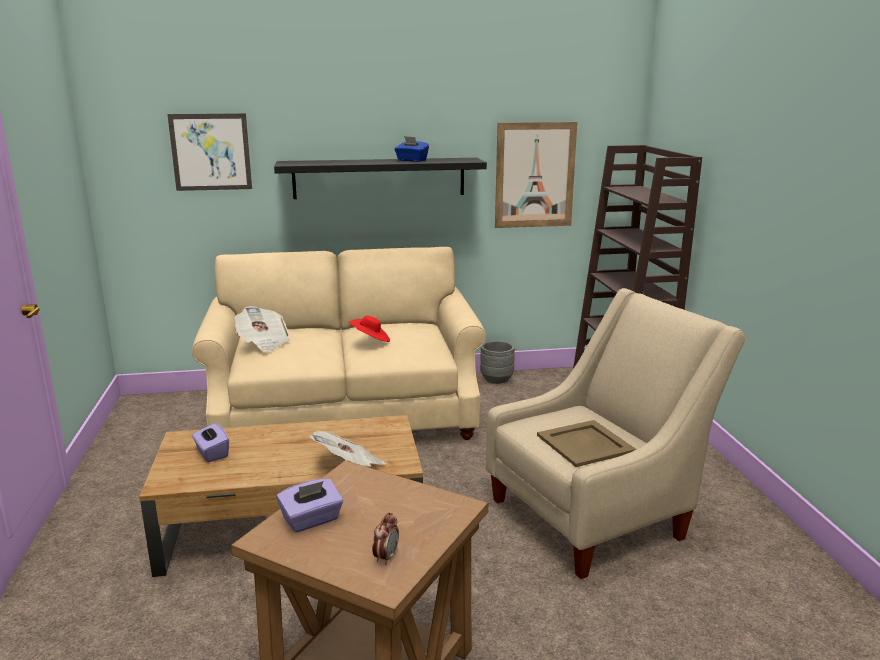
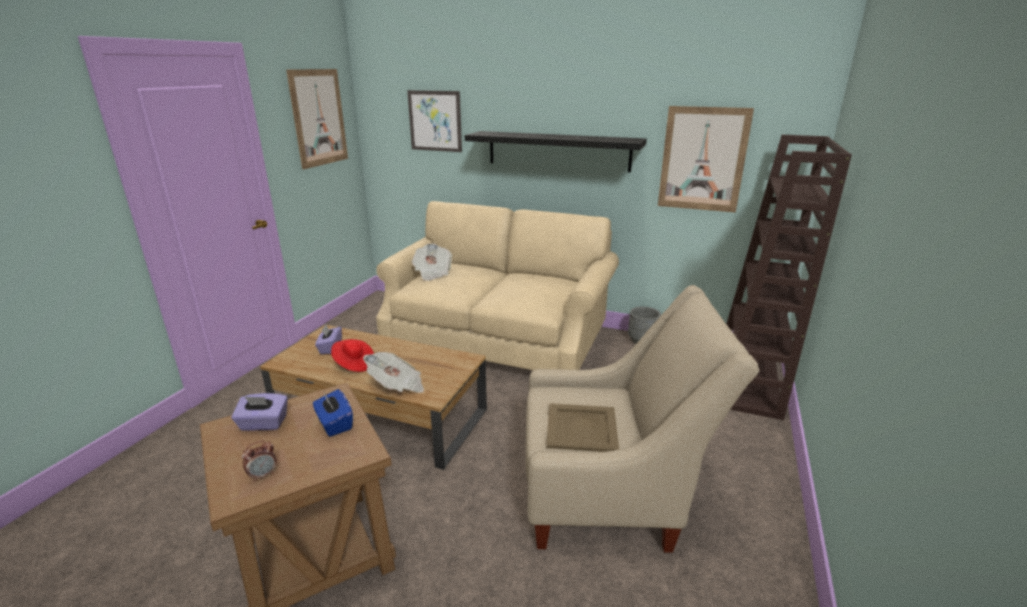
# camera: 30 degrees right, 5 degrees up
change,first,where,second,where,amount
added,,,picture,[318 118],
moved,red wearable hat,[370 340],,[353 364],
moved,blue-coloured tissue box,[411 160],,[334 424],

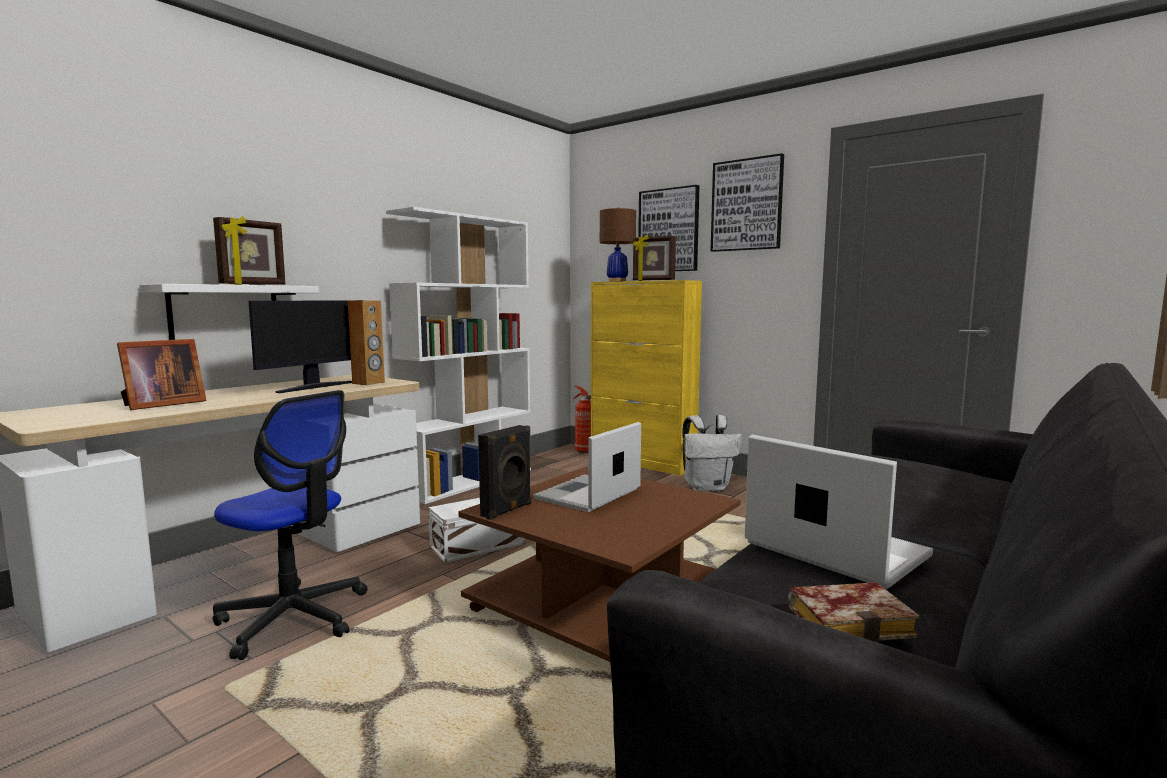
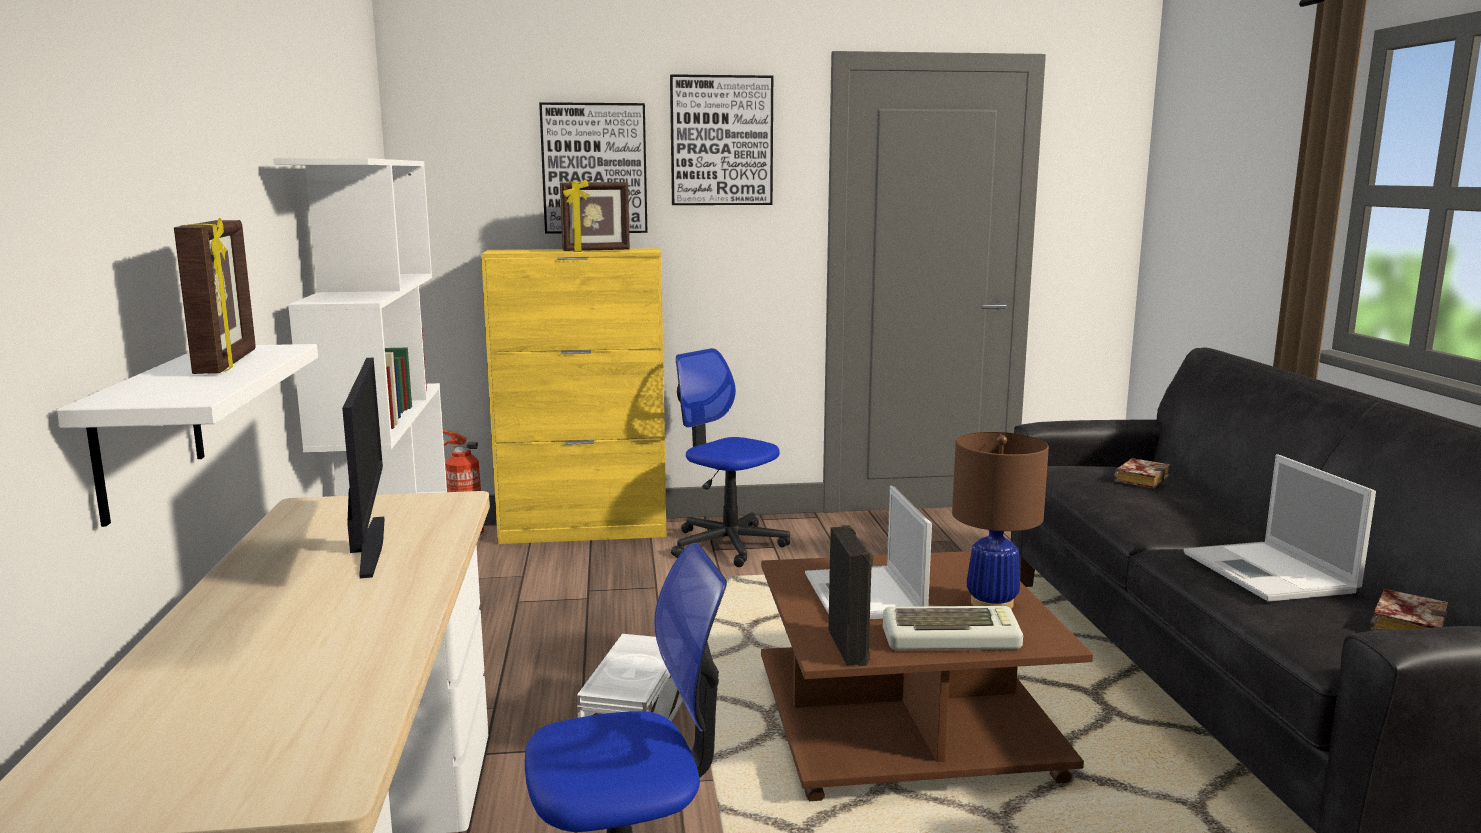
# camera: 45 degrees left, 5 degrees up
change,first,where,second,where,amount
removed,photo frame,[161 404],,,
removed,brown audio speaker,[368 383],,,
added,,,computer keyboard,[951 638],
added,,,volume,[1140 478],
moved,brown tabletop lamp,[617 281],,[992 603],
replaced,white-coloured rucksack,[707 487],desk chair,[727 544],
turned,notebook computer,[832 549],,[1271 573],105 degrees counterclockwise

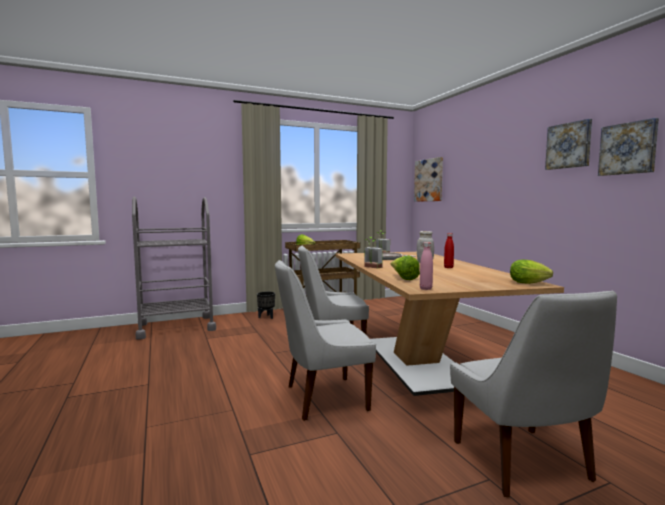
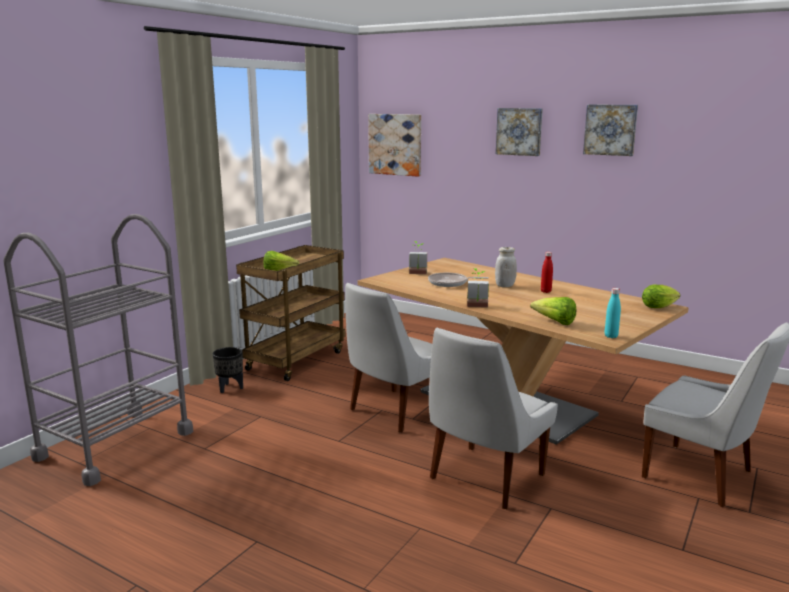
# camera: 35 degrees left, 10 degrees up
change,first,where,second,where,amount
moved,picture,[628 148],,[519 131],
recoloured,pink-coloured drink bottle,[425 289],turquoise-coloured drink bottle,[611 336],

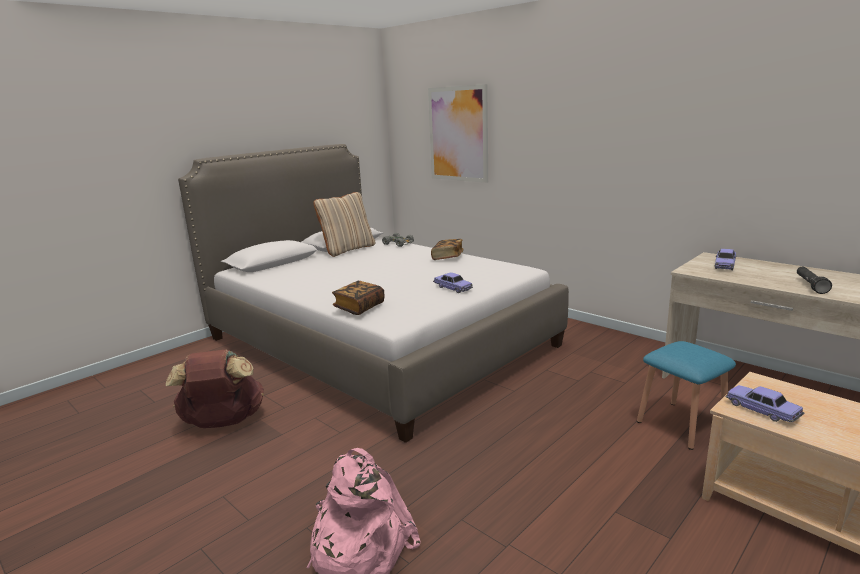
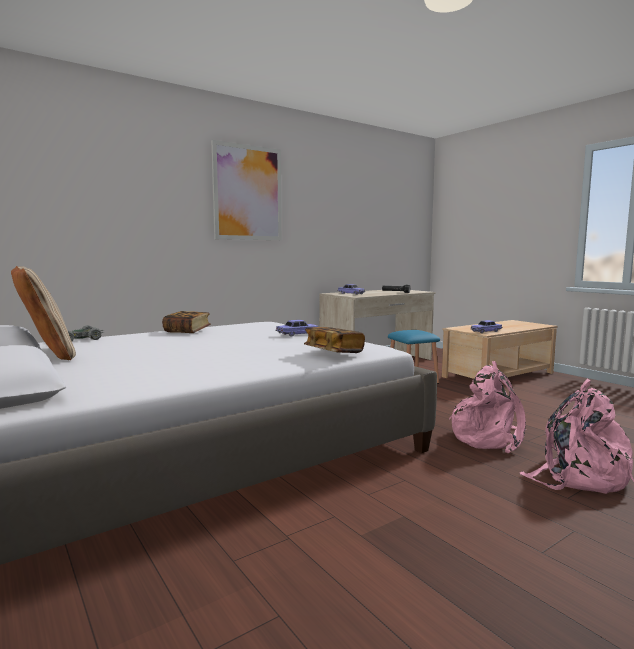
# camera: 80 degrees left, 10 degrees down
change,first,where,second,where,amount
removed,brown rucksack,[223 423],,,
added,,,pink-coloured rucksack,[488 437],
moved,picture,[458 134],,[247 193],

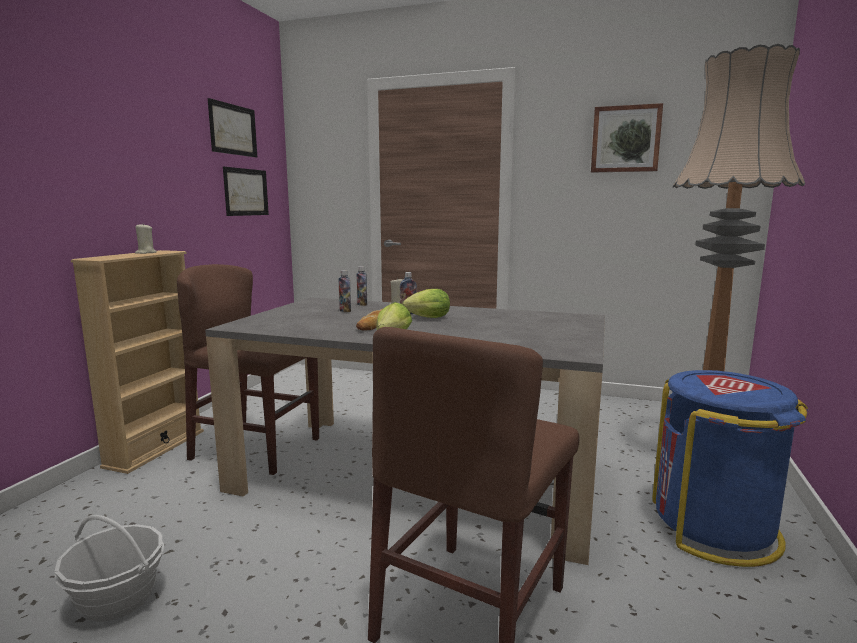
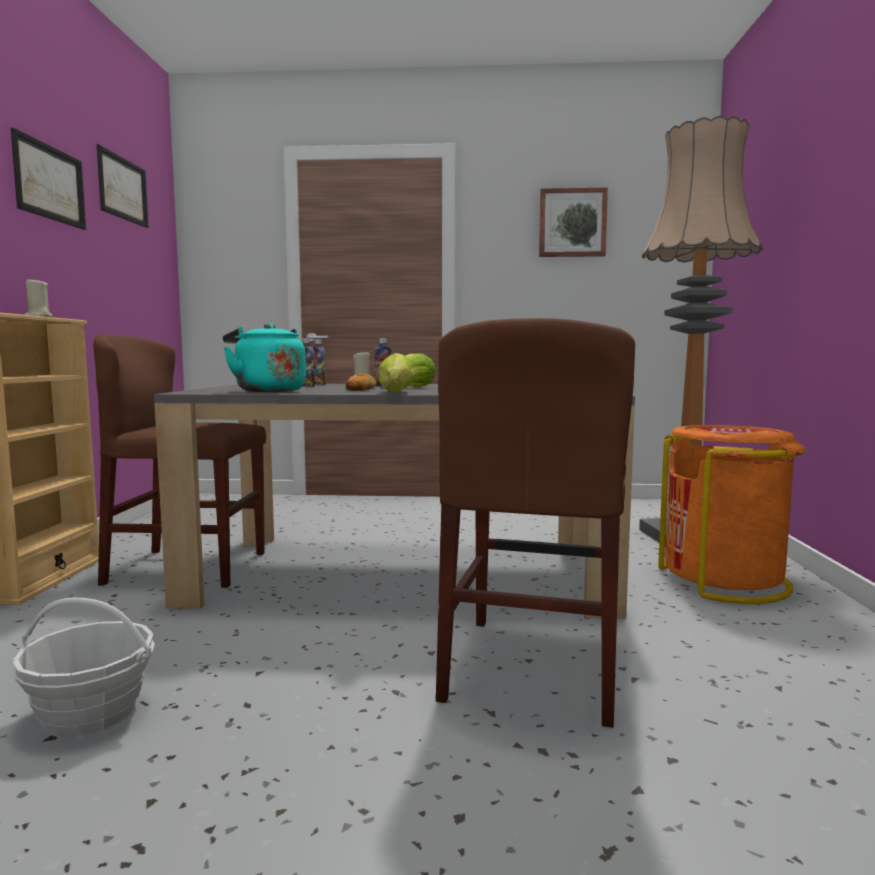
# camera: 15 degrees left, 5 degrees down
change,first,where,second,where,amount
added,,,turquoise-coloured kettle,[267 391],
moved,picture,[246 192],,[50 183],
recoloured,blue-coloured trash can,[714 528],orange-coloured trash can,[724 581],

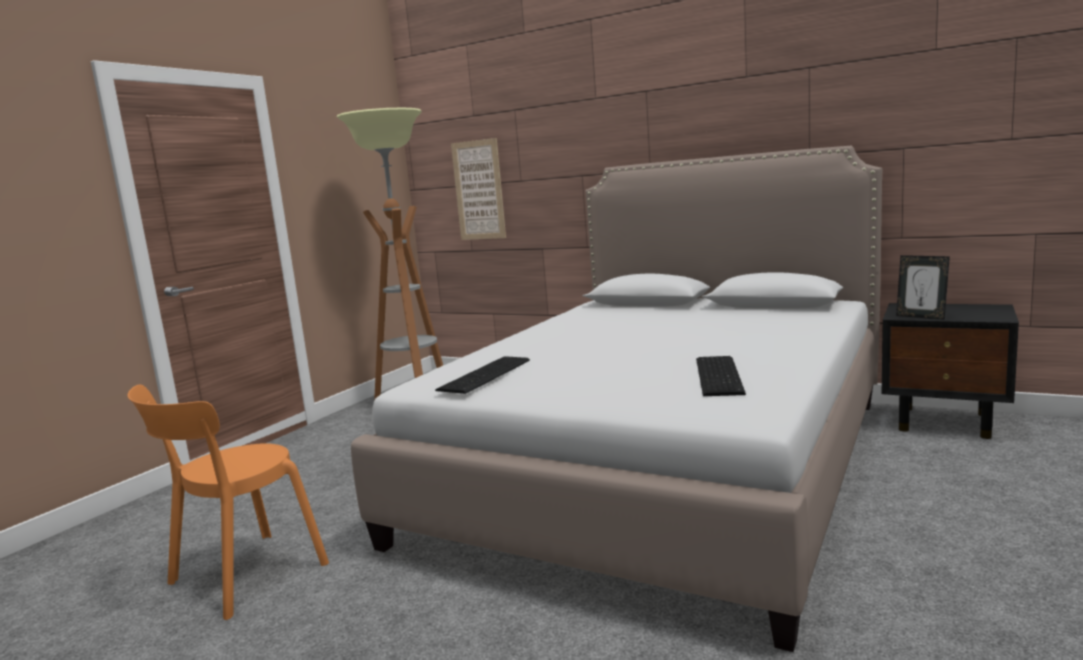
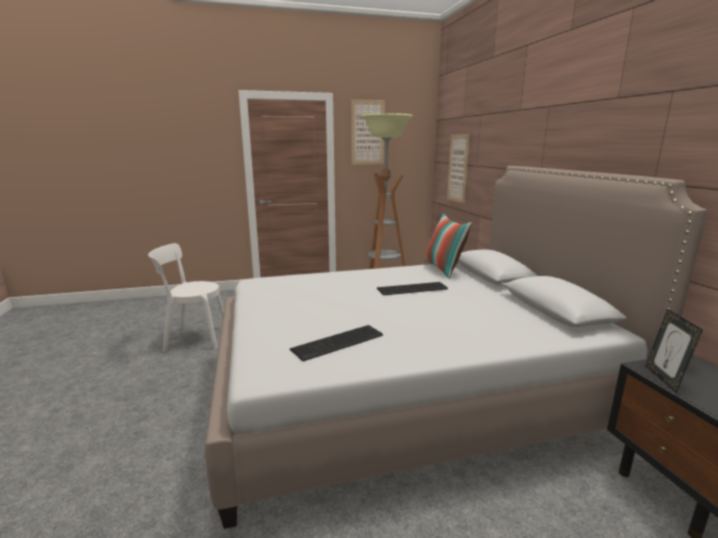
# camera: 45 degrees right, 5 degrees up
change,first,where,second,where,amount
added,,,picture,[367 132],
added,,,cushion,[444 269],
moved,computer keyboard,[487 374],,[413 289],
recoloured,orange-coloured chair,[241 576],white-coloured chair,[193 338],

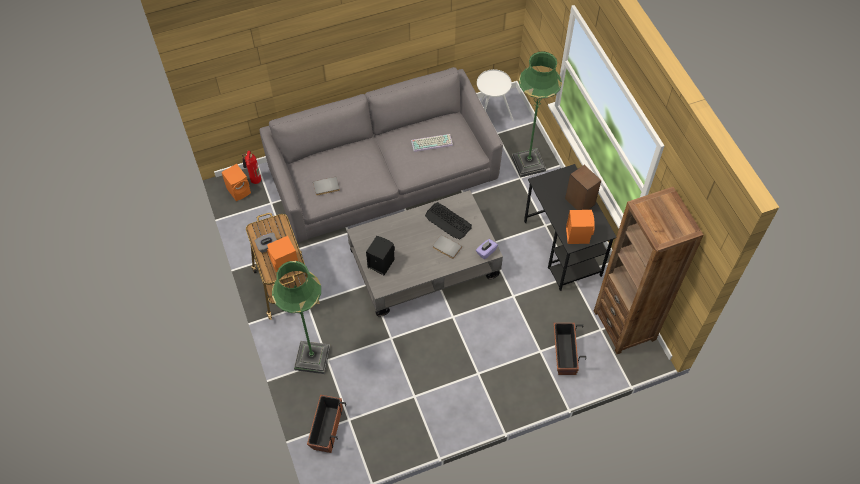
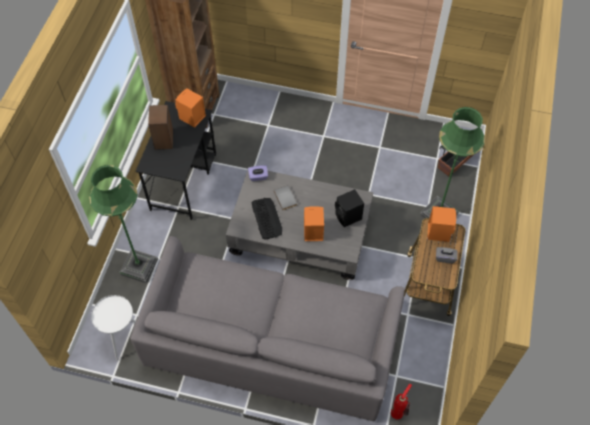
# camera: 145 degrees left, 0 degrees up
change,first,where,second,where,amount
removed,gray volume,[326 187],,,
removed,computer keyboard,[432 142],,,
removed,flower pot,[564 354],,,
moved,orange-coloured audio speaker,[239 190],,[312 232],

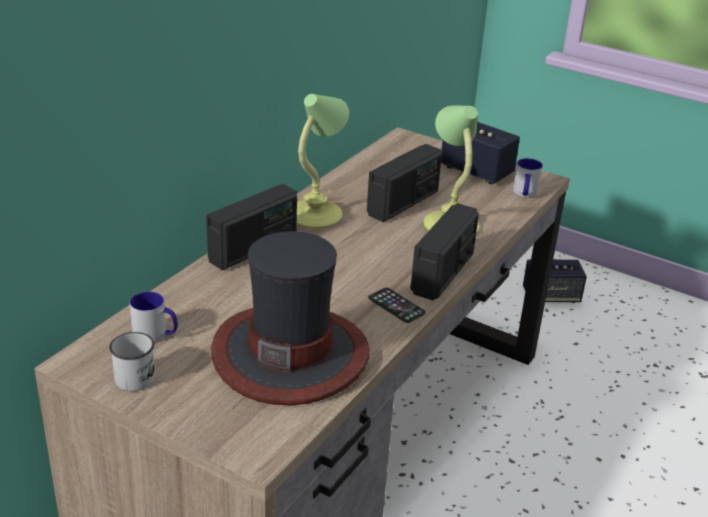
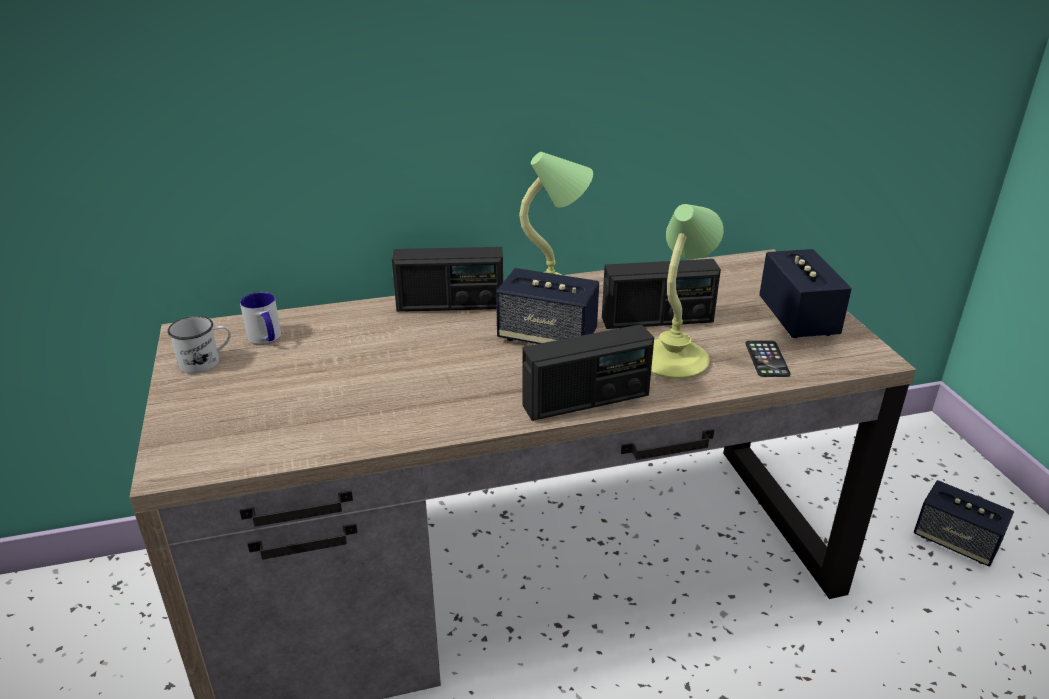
# camera: 45 degrees right, 0 degrees up
change,first,where,second,where,amount
removed,wearable hat,[290 354],,,
removed,tea mug,[525 194],,,
added,,,audio speaker,[547 337],
moved,telephone,[396 306],,[767 359],

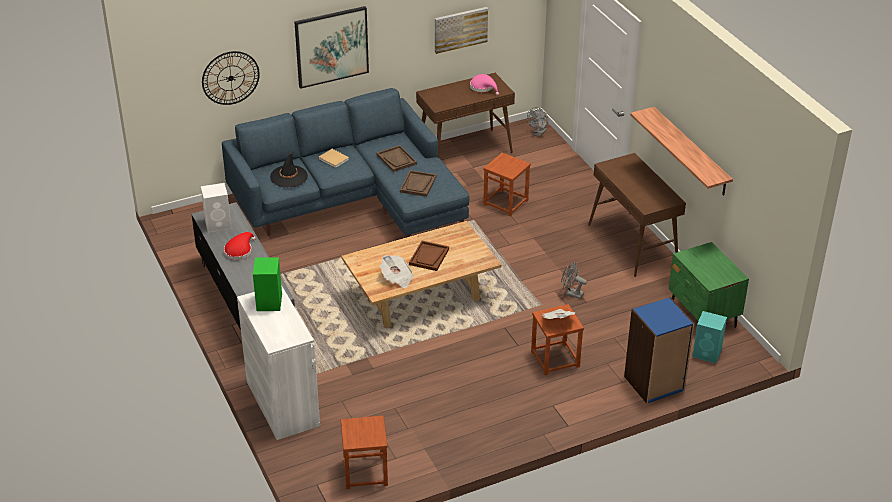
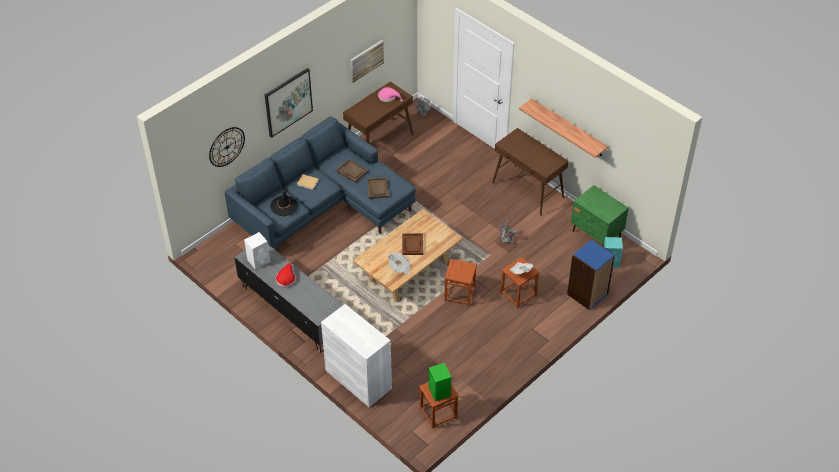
# camera: 20 degrees left, 10 degrees up
change,first,where,second,where,amount
moved,greenish audio speaker,[269 303],,[439 392],
moved,brown stool,[506 202],,[460 293],

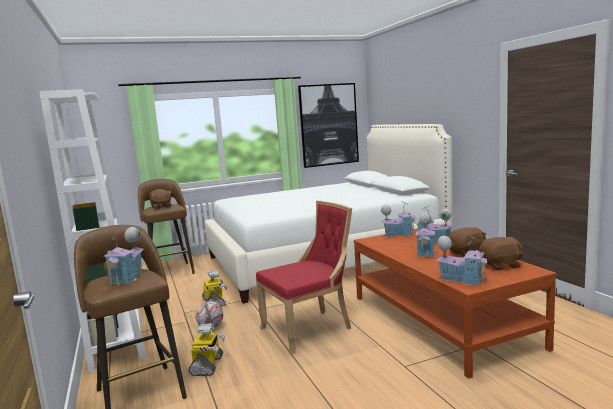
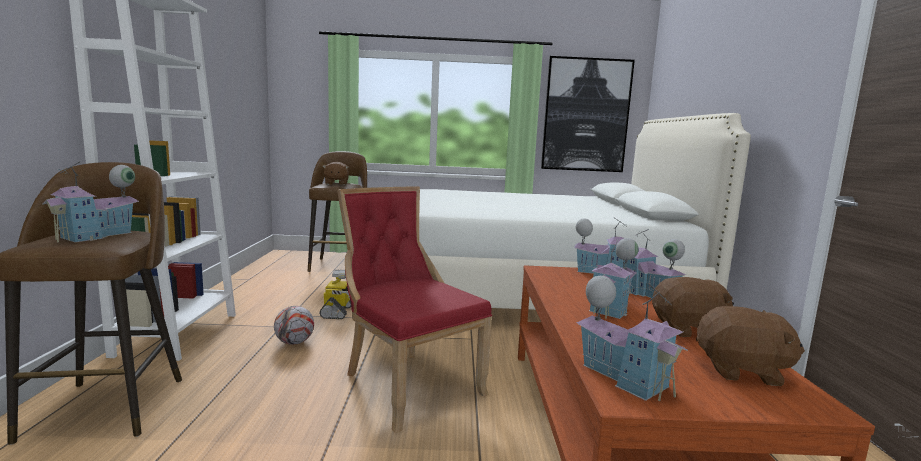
# camera: 20 degrees right, 0 degrees up
change,first,where,second,where,amount
removed,model robot,[208 365],,,
turned,red chair,[310 328],,[407 384],120 degrees counterclockwise

